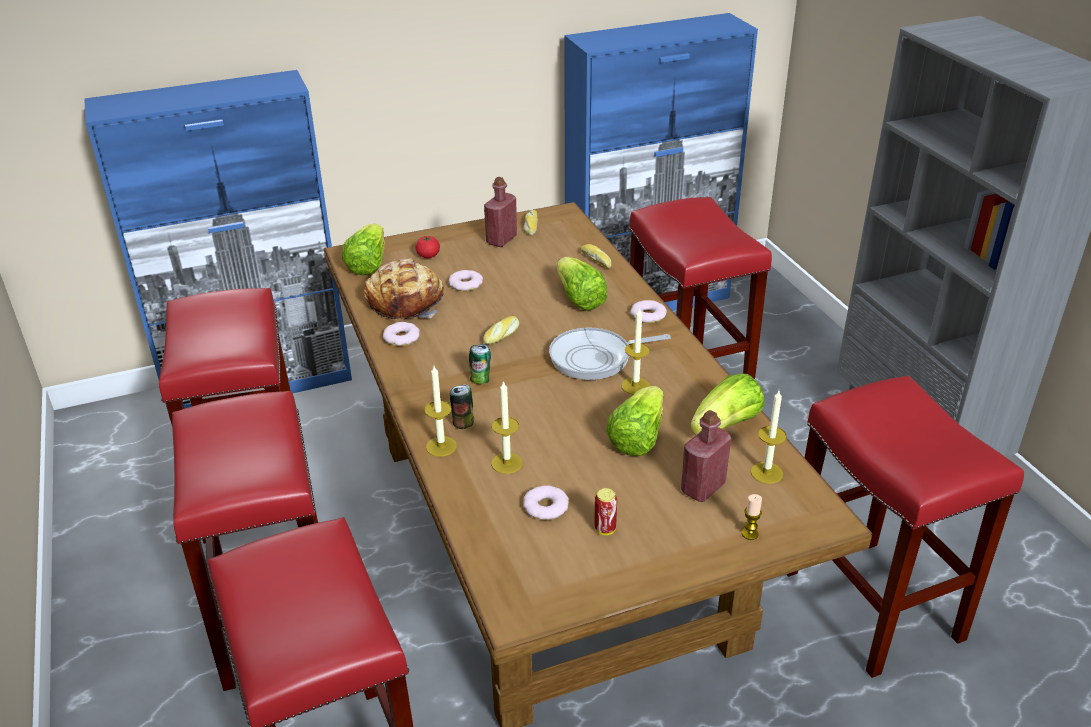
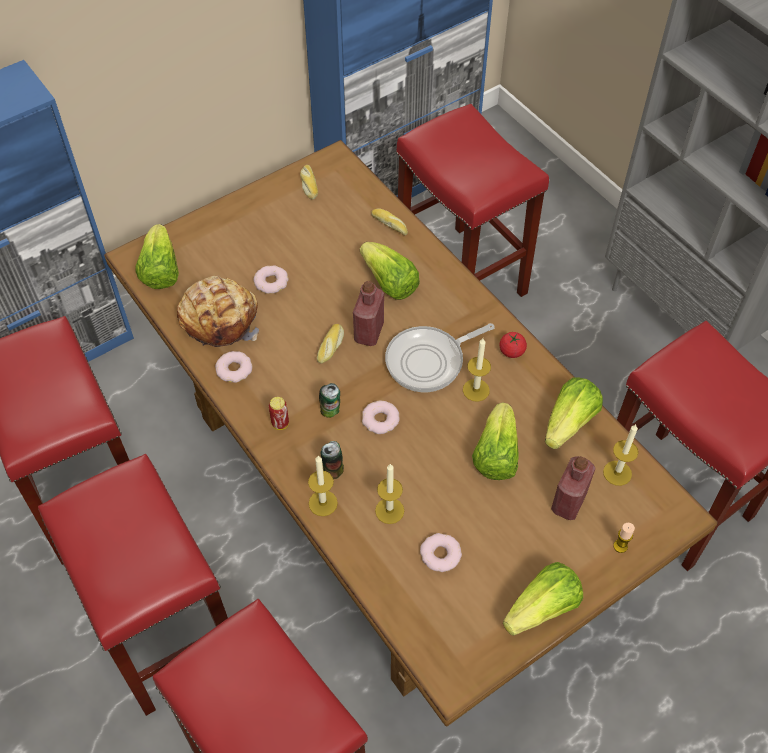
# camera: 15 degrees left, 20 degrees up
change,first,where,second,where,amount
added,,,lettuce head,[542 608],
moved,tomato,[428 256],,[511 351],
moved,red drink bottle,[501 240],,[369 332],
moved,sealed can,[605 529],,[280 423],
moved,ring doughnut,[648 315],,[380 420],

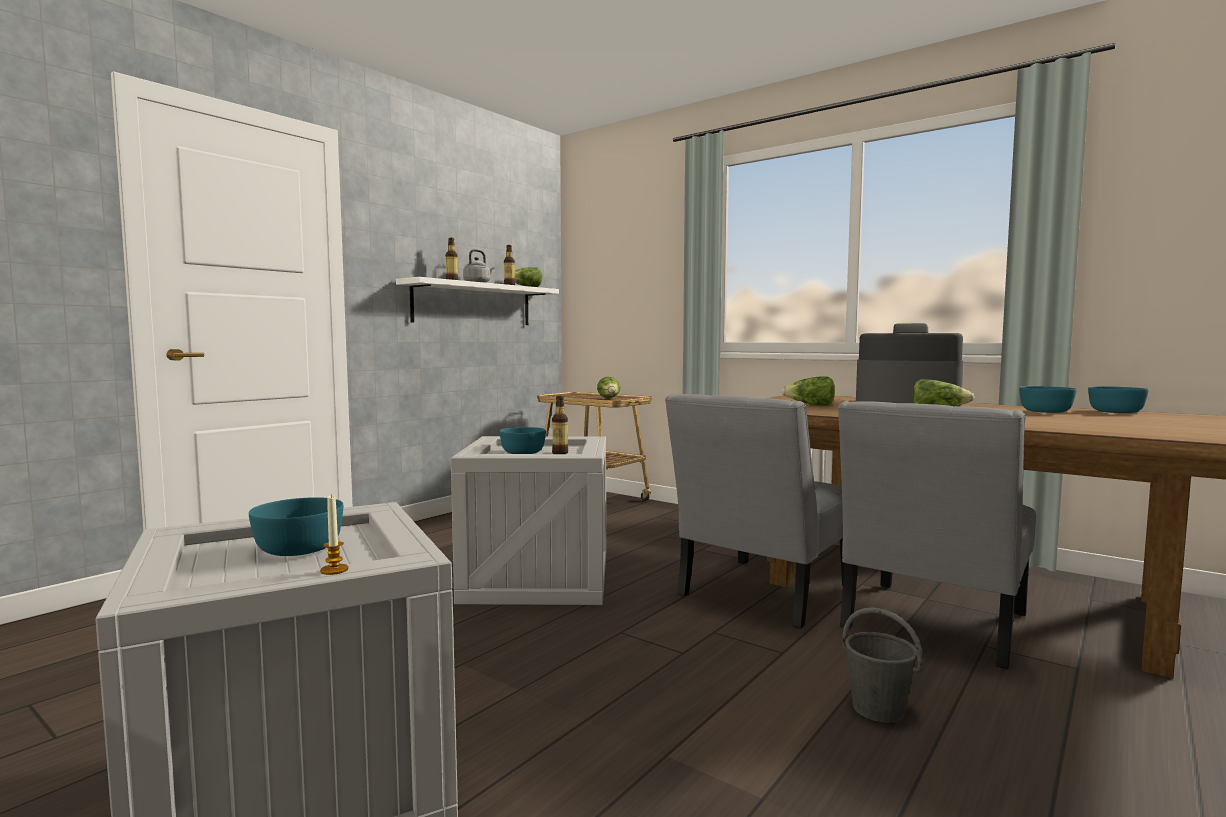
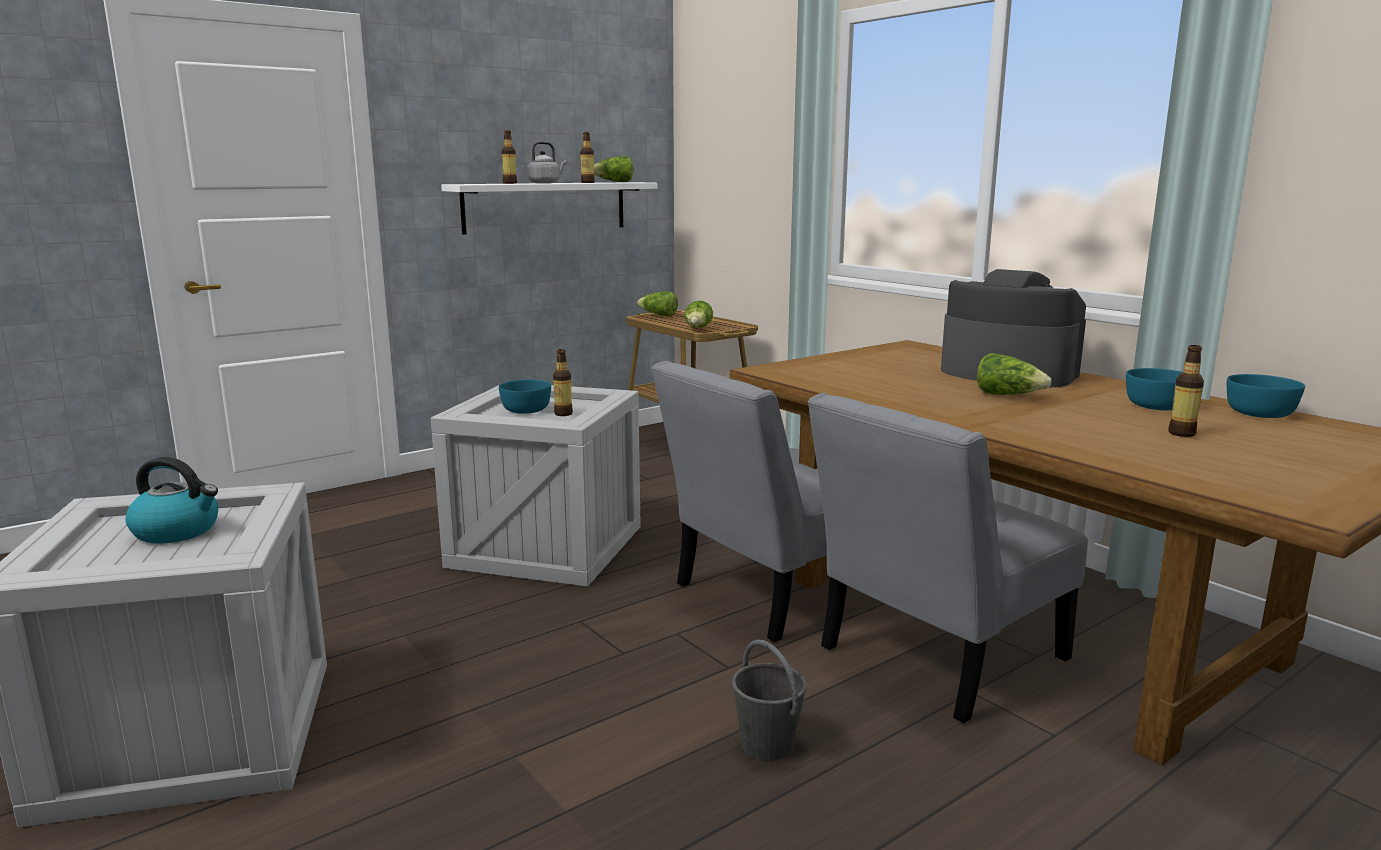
# camera: 15 degrees right, 10 degrees up
change,first,where,second,where,amount
removed,candle,[334 570],,,
added,,,drink bottle,[1181 433],
moved,lettuce head,[810 405],,[658 315],
replaced,turquoise-coloured deep dish,[298 548],kettle,[178 531],

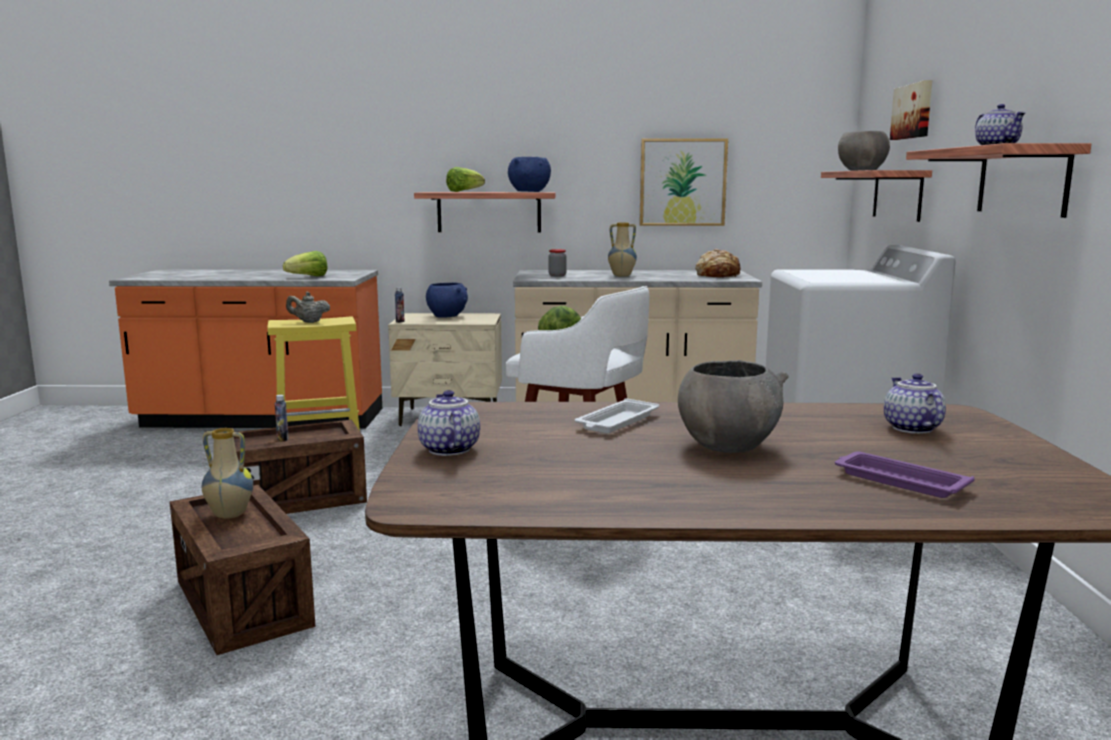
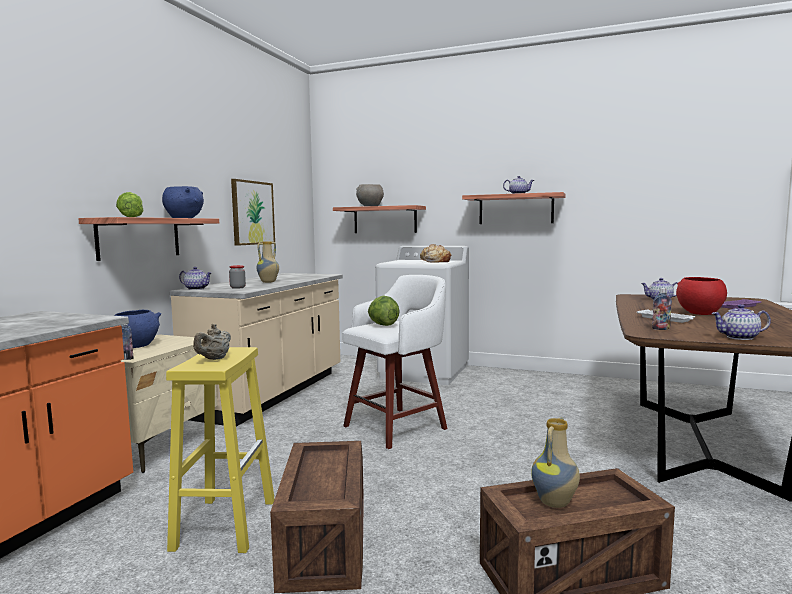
# camera: 70 degrees left, 5 degrees down
change,first,where,second,where,amount
removed,lettuce head,[308 277],,,
removed,picture,[913 111],,,
added,,,pot for tea,[197 289],
moved,drink bottle,[282 439],,[660 329],
moved,baked bread,[717 275],,[434 261],
recoloured,gray deep dish,[727 445],red deep dish,[699 313],

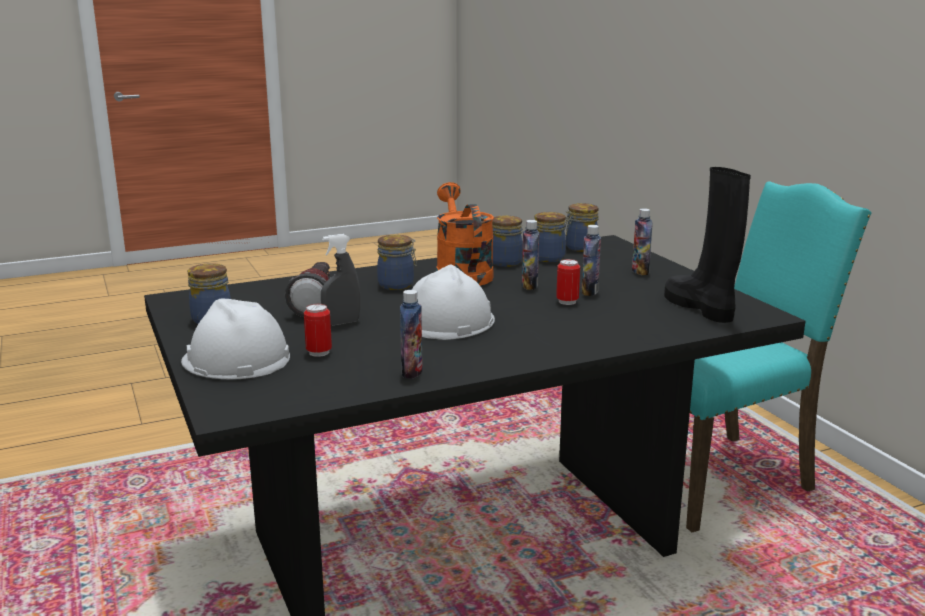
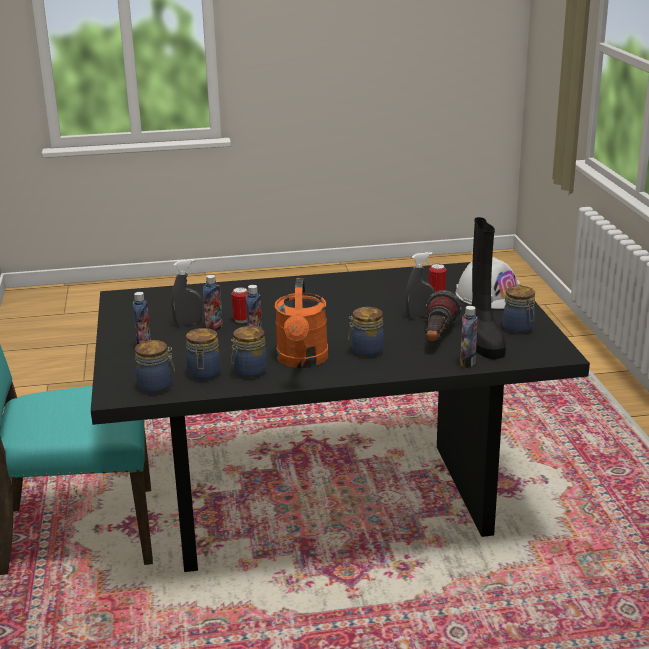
# camera: 165 degrees left, 5 degrees up
change,first,where,second,where,amount
removed,white-coloured safety helmet,[447 321],,,
added,,,gray hand sprayer,[188 323],
moved,drink bottle,[412 372],,[467 363],
moved,black tall boot,[701 308],,[483 340],

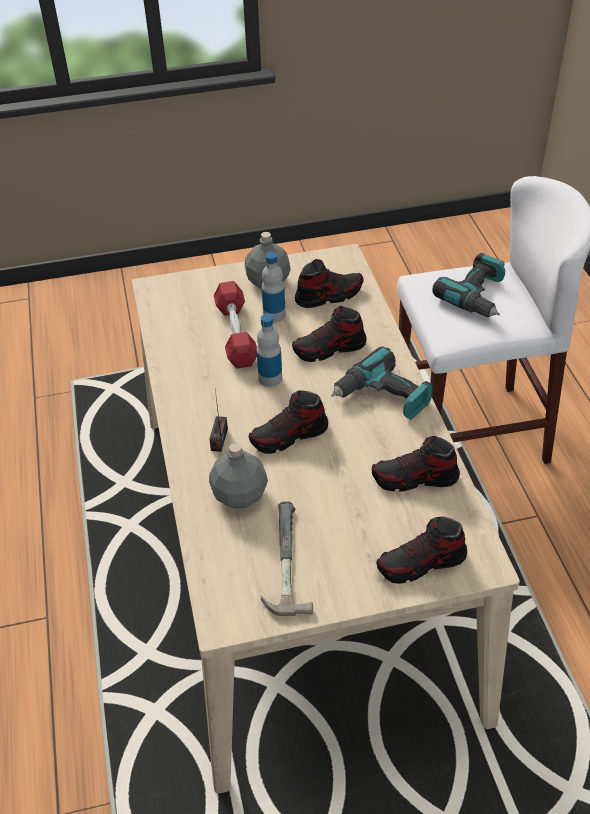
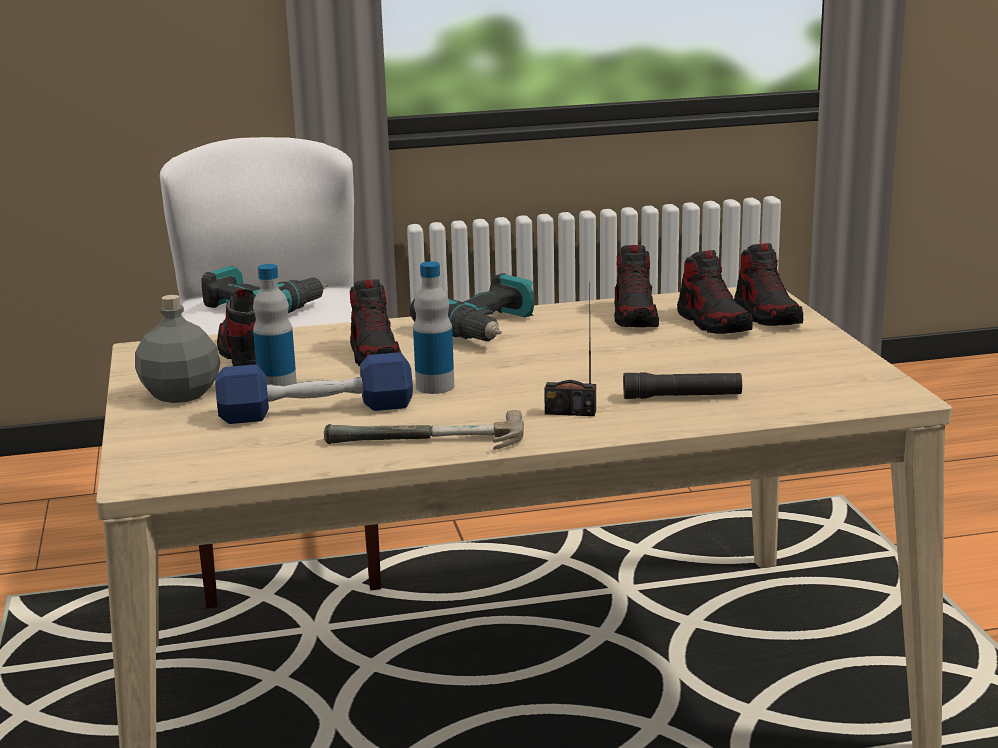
# camera: 90 degrees left, 25 degrees down
change,first,where,second,where,amount
moved,low shoe,[289 436],,[713 323],
moved,hand hammer,[279 561],,[426 443],
replaced,gray drink bottle,[239 495],black hand torch,[682 396],
recoloured,red dumbbell,[236 334],blue-coloured dumbbell,[316 411],

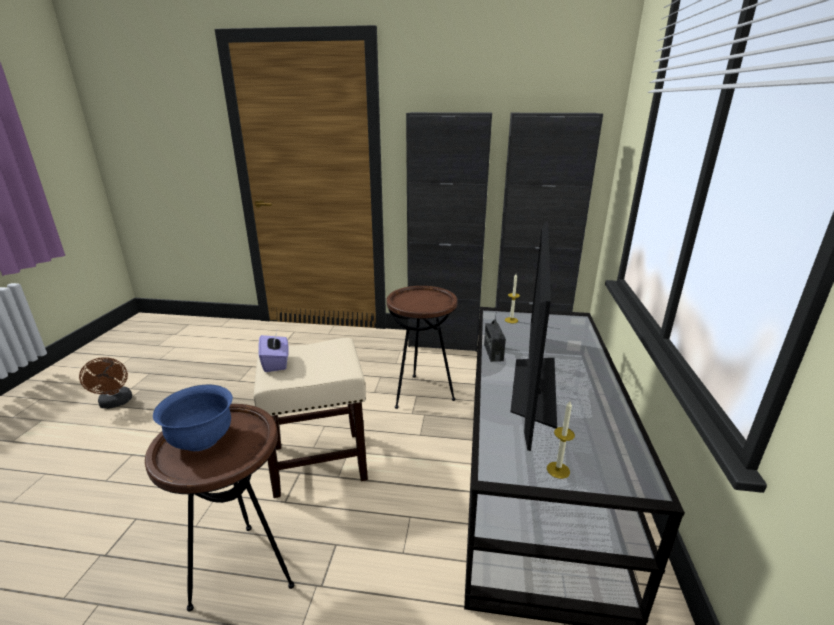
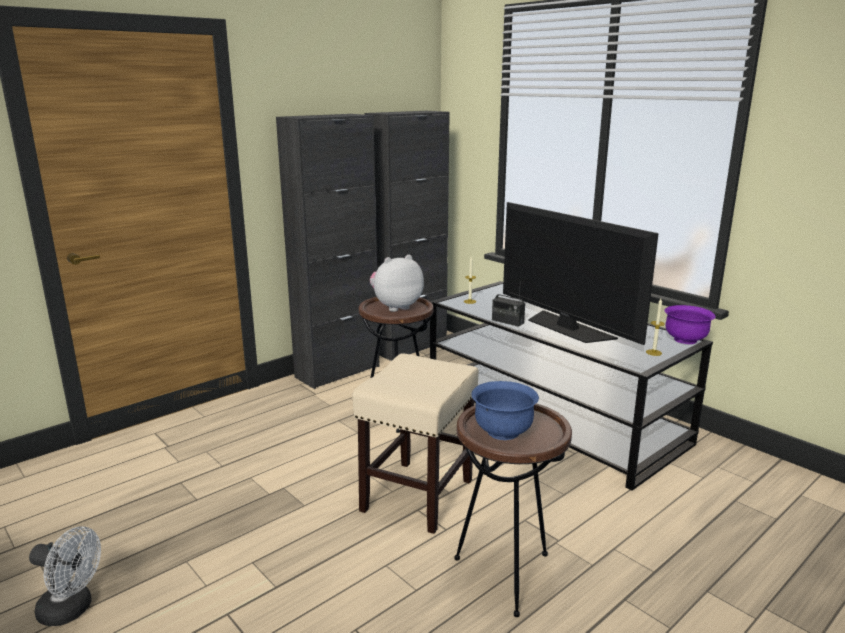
# camera: 50 degrees left, 5 degrees down
change,first,where,second,where,amount
removed,purple-coloured tissue box,[276 362],,,
added,,,soft toy,[395 307],
added,,,purple-coloured deep dish,[685 340],
recoloured,brown fan,[116 403],white-coloured fan,[72 610],

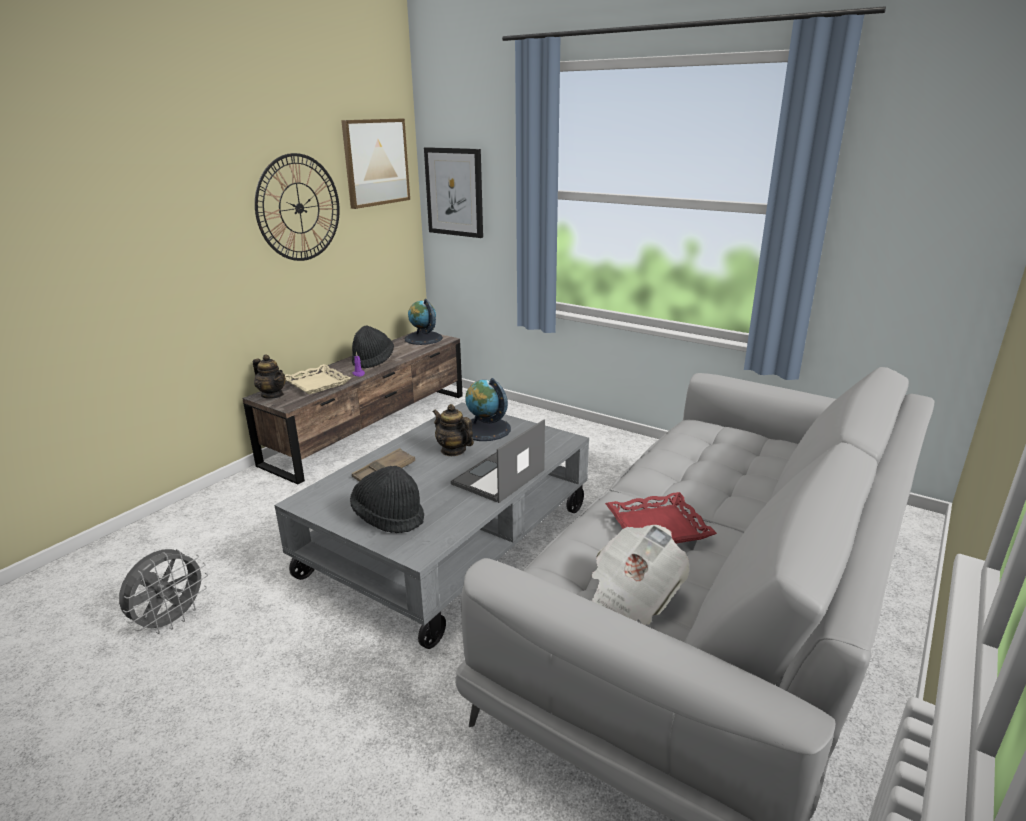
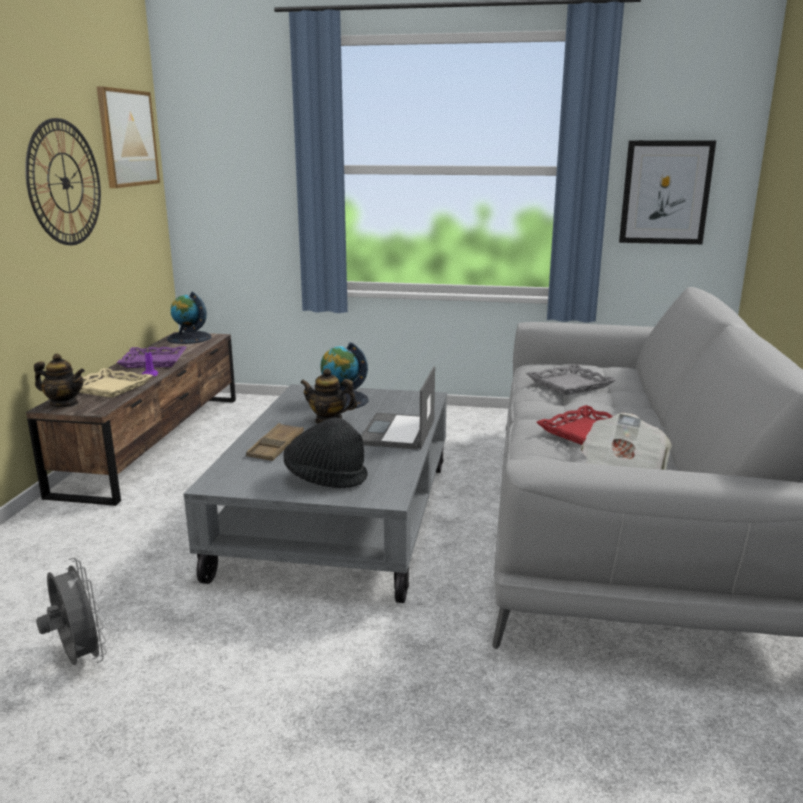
# camera: 25 degrees left, 5 degrees down
change,first,where,second,where,amount
added,,,gray carrying tray,[570 385],
moved,picture,[454 192],,[665 192],
replaced,black wearable hat,[373 361],purple-coloured carrying tray,[153 362],
turned,gray fan,[171 621],,[79 658],45 degrees counterclockwise

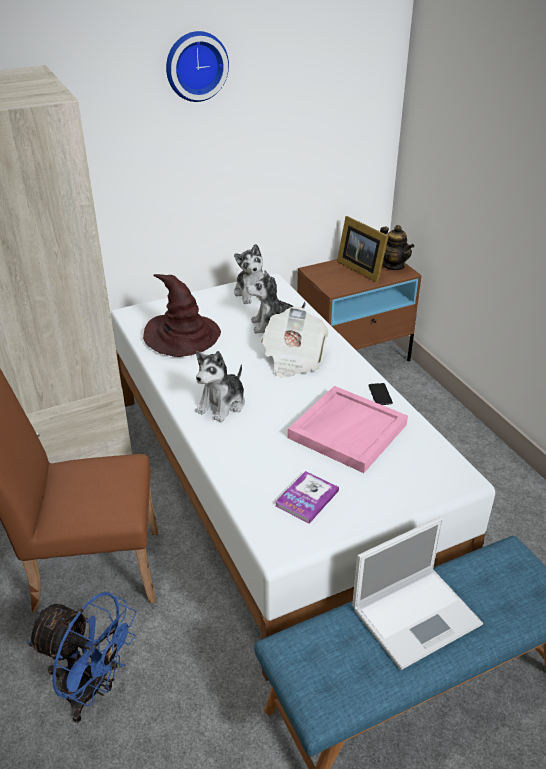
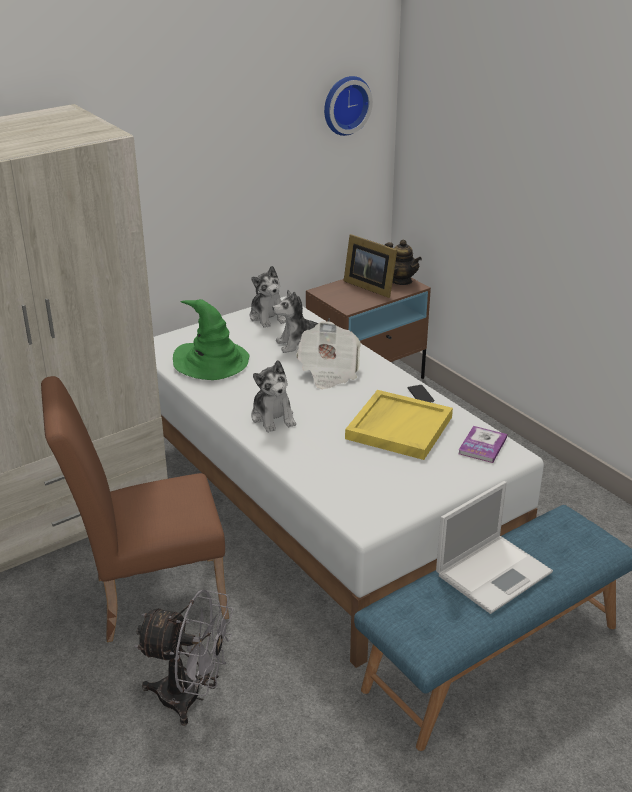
# camera: 10 degrees left, 5 degrees down
change,first,where,second,where,amount
moved,hanging clock,[195 65],,[345 104],
moved,volume,[307 498],,[482 446],
recoloured,blue-coloured fan,[92 690],gray fan,[190 697],
recoloured,brown wearable hat,[182 337],greenish wearable hat,[212 362],
recoloured,pink-coloured carrying tray,[347 430],yellowish carrying tray,[398 427],
turned,soft toy,[222 404],,[273 417],45 degrees counterclockwise

